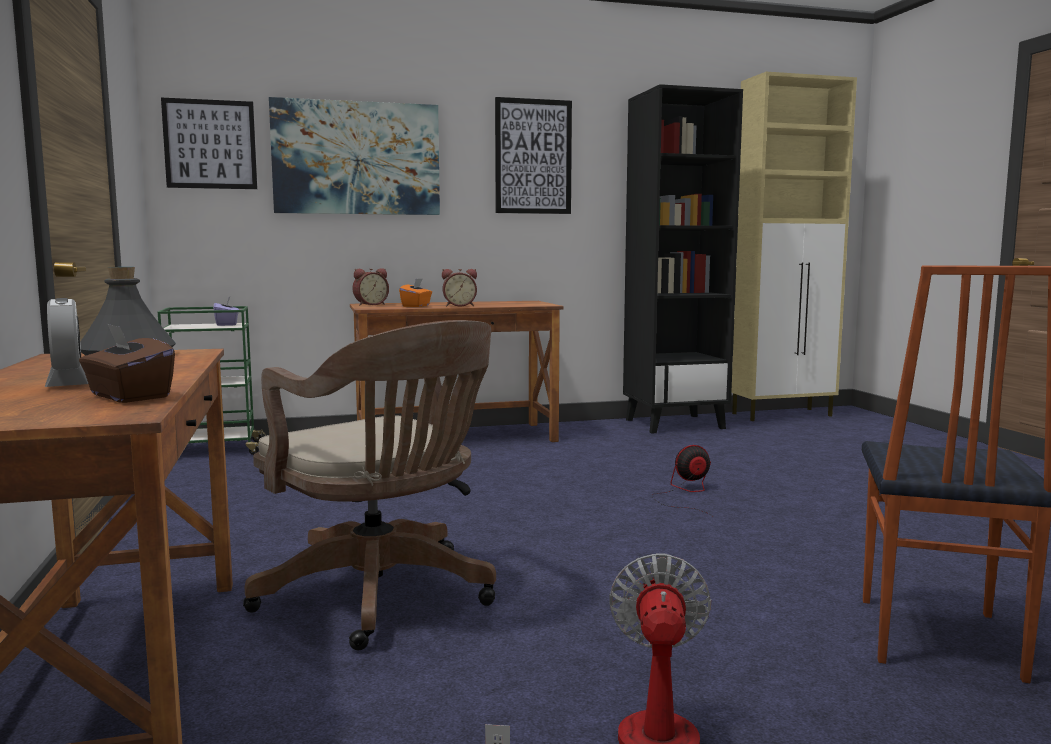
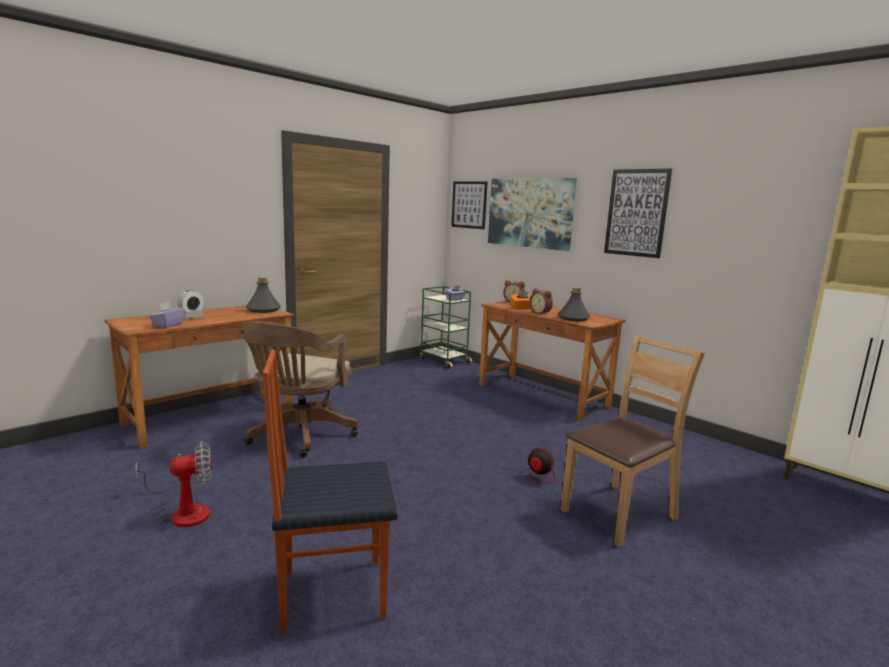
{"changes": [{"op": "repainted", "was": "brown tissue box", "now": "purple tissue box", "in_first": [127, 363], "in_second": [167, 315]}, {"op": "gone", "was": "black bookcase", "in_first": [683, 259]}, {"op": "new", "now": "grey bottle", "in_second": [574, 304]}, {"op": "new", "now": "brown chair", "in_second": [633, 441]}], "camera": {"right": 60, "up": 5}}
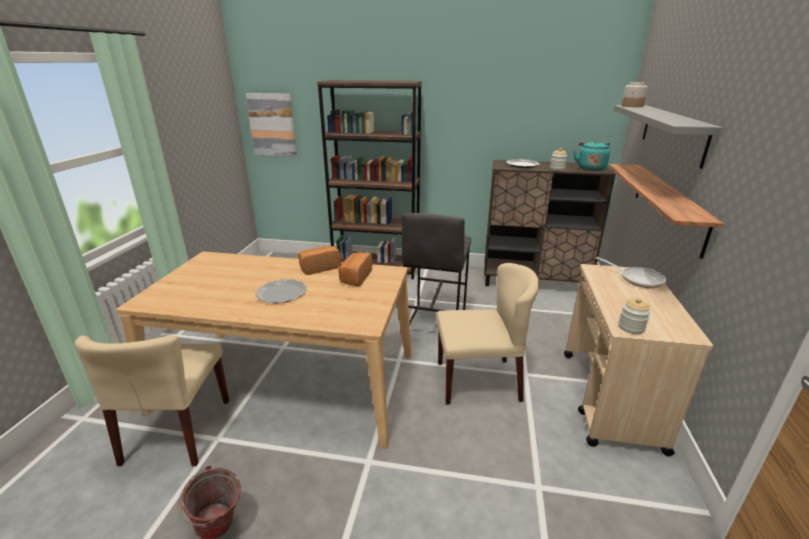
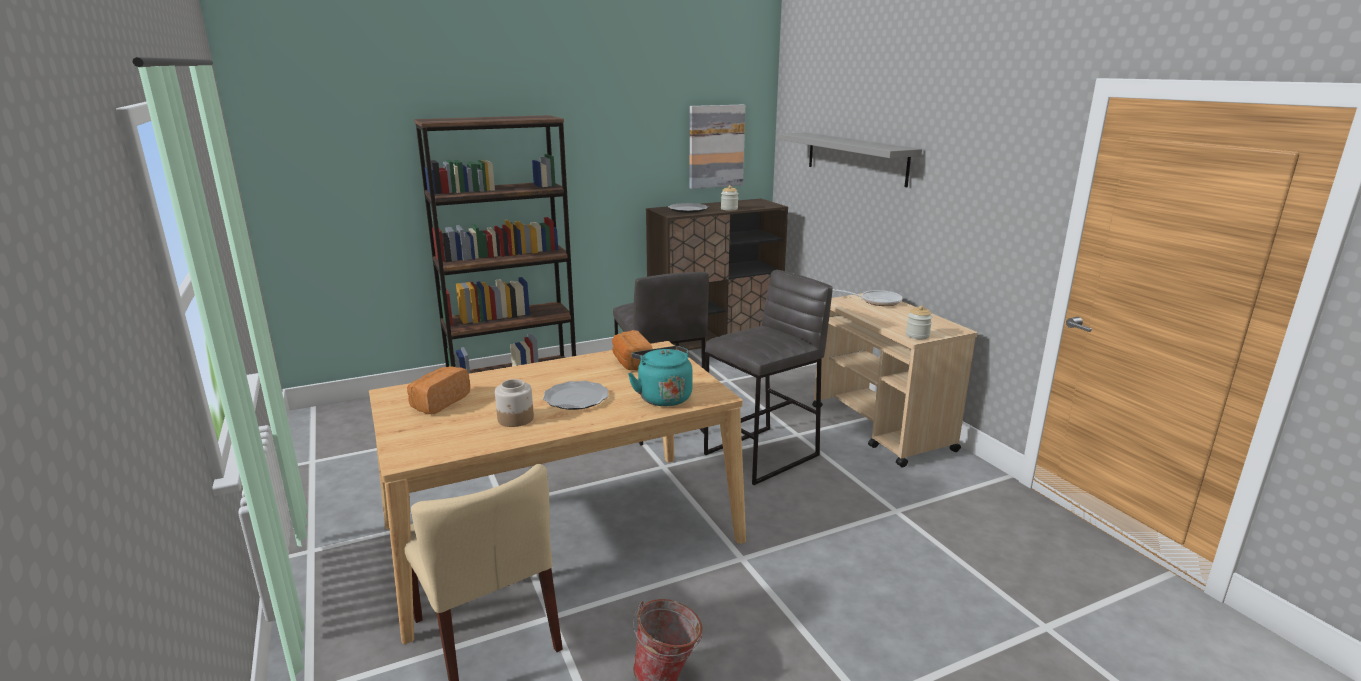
{"changes": [{"op": "shifted", "was": "picture", "in_first": [271, 125], "in_second": [717, 147]}, {"op": "shifted", "was": "bread", "in_first": [319, 260], "in_second": [438, 390]}, {"op": "swapped", "was": "beige chair", "now": "grey stool", "in_first": [487, 333], "in_second": [768, 377]}, {"op": "shifted", "was": "turquoise kettle", "in_first": [591, 156], "in_second": [660, 376]}, {"op": "gone", "was": "shelf", "in_first": [666, 211]}, {"op": "shifted", "was": "jar", "in_first": [635, 94], "in_second": [514, 403]}], "camera": {"right": -35, "up": -5}}
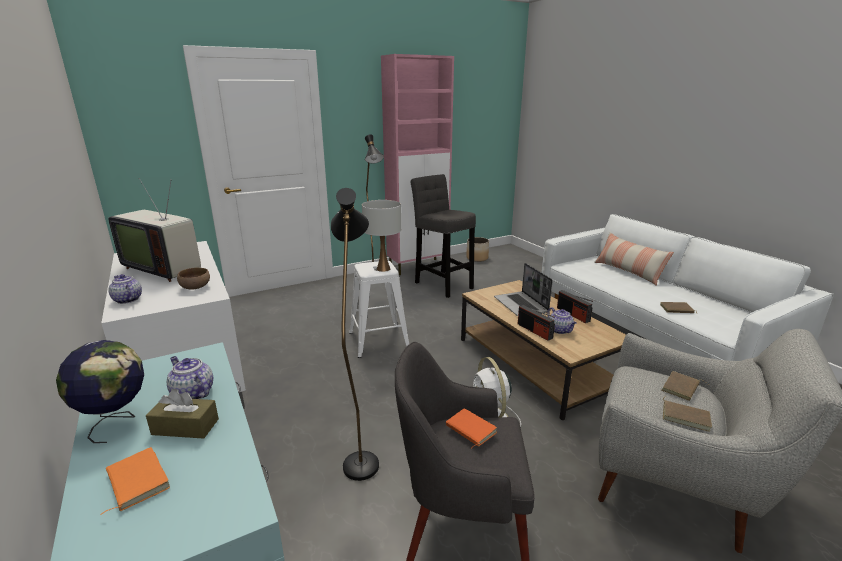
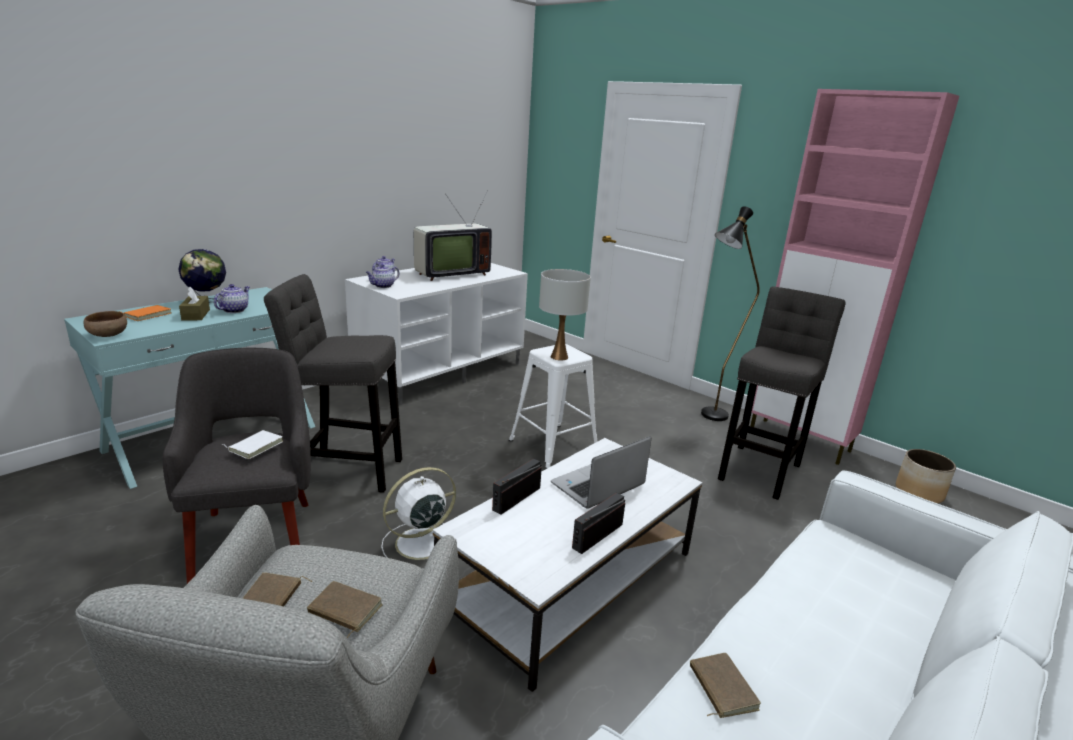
{"changes": [{"op": "rotated", "was": "television", "in_first": [155, 230], "in_second": [453, 236], "clockwise": -135}, {"op": "shifted", "was": "brown bowl", "in_first": [193, 279], "in_second": [105, 324]}, {"op": "swapped", "was": "black floor lamp", "now": "grey stool", "in_first": [355, 334], "in_second": [333, 383]}, {"op": "repainted", "was": "orange book", "now": "white book", "in_first": [471, 428], "in_second": [252, 444]}, {"op": "repainted", "was": "brown coffee table", "now": "white coffee table", "in_first": [543, 350], "in_second": [568, 565]}, {"op": "shifted", "was": "teapot", "in_first": [562, 320], "in_second": [383, 276]}, {"op": "gone", "was": "pillow", "in_first": [634, 259]}], "camera": {"right": 70, "up": 0}}
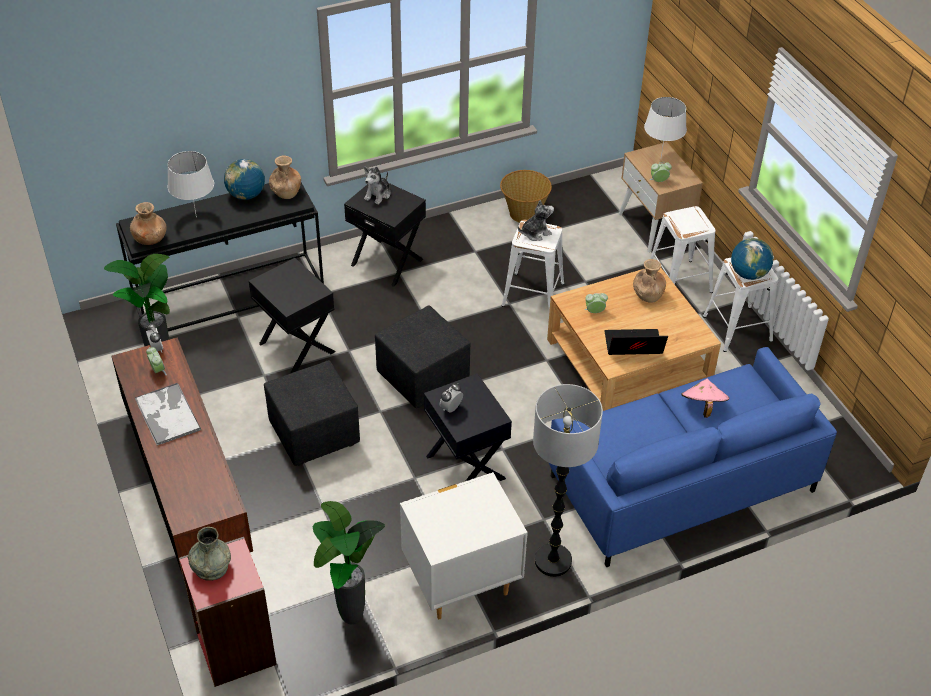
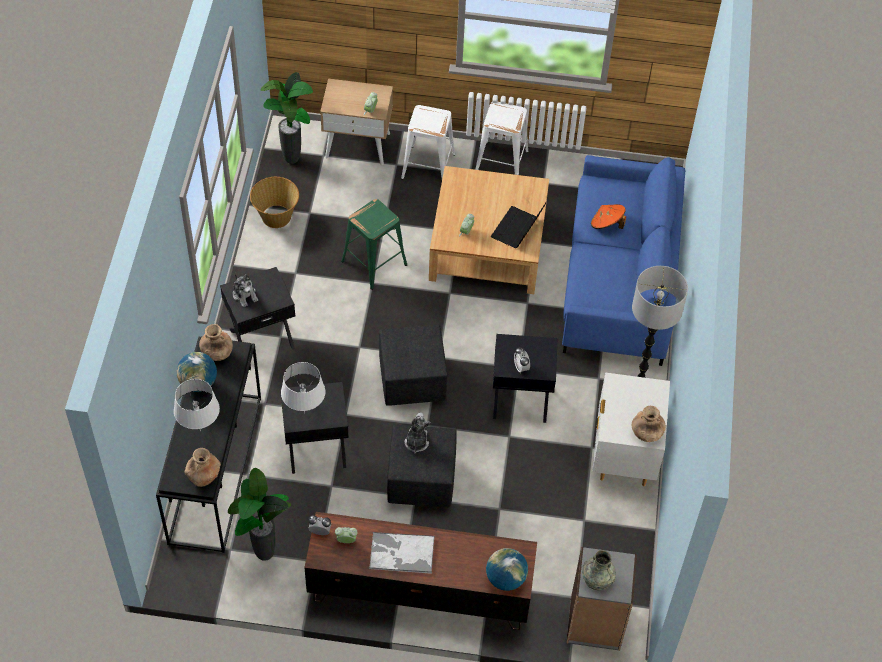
{"changes": [{"op": "repainted", "was": "red bookcase", "now": "grey bookcase", "in_first": [228, 612], "in_second": [601, 599]}, {"op": "shifted", "was": "potted plant", "in_first": [349, 562], "in_second": [286, 118]}, {"op": "repainted", "was": "white stool", "now": "green stool", "in_first": [533, 265], "in_second": [374, 244]}, {"op": "shifted", "was": "plush toy", "in_first": [536, 220], "in_second": [418, 433]}, {"op": "shifted", "was": "brown vase", "in_first": [649, 281], "in_second": [649, 424]}, {"op": "shifted", "was": "white table lamp", "in_first": [665, 127], "in_second": [303, 387]}, {"op": "repainted", "was": "pink hat", "now": "orange hat", "in_first": [705, 398], "in_second": [608, 216]}, {"op": "shifted", "was": "globe", "in_first": [752, 259], "in_second": [507, 569]}], "camera": {"right": -60, "up": 10}}
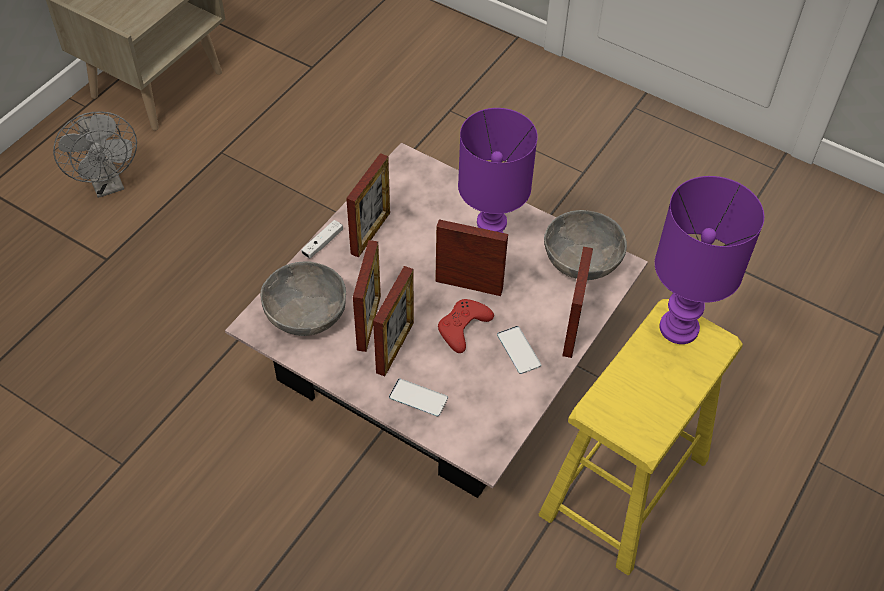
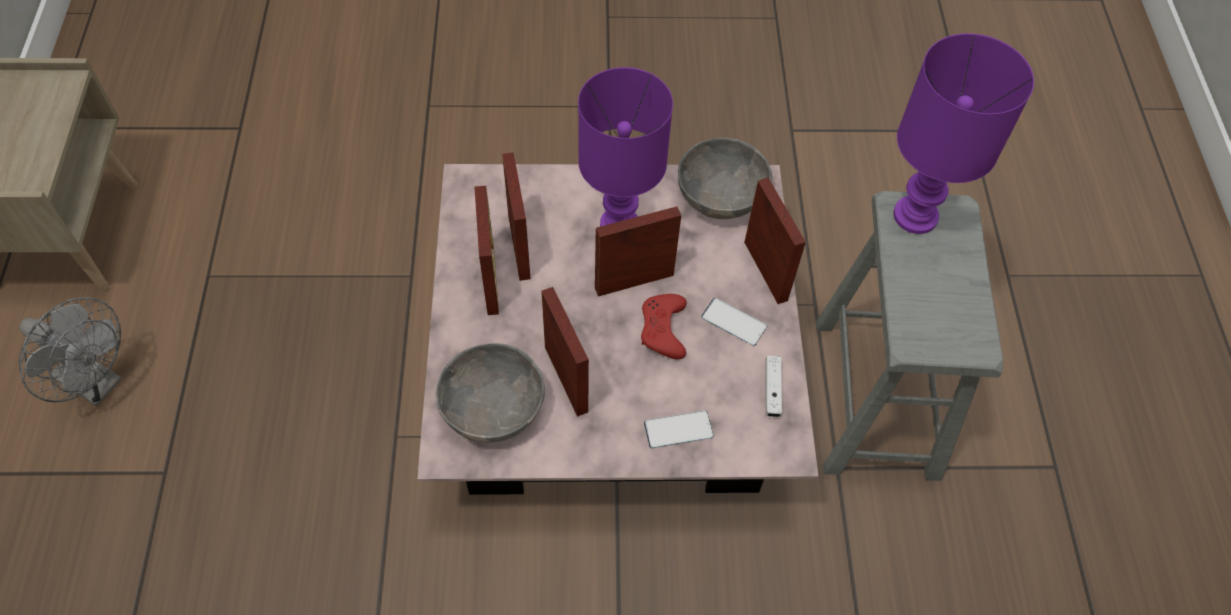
{"changes": [{"op": "shifted", "was": "white game controller", "in_first": [322, 239], "in_second": [773, 386]}, {"op": "shifted", "was": "picture frame", "in_first": [393, 321], "in_second": [516, 216]}, {"op": "repainted", "was": "yellow stool", "now": "grey stool", "in_first": [641, 437], "in_second": [909, 336]}], "camera": {"right": -35, "up": 5}}
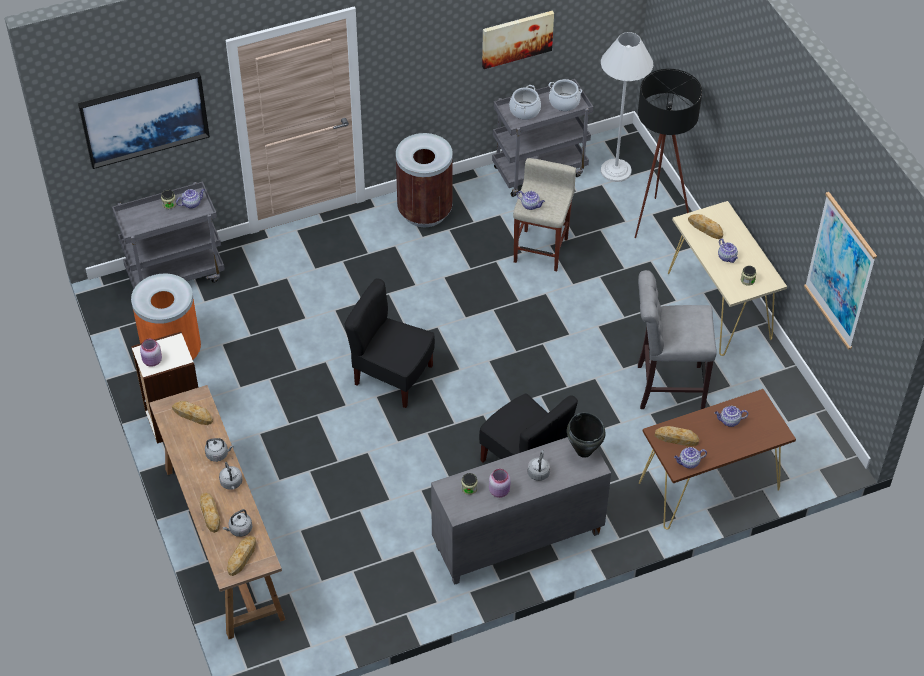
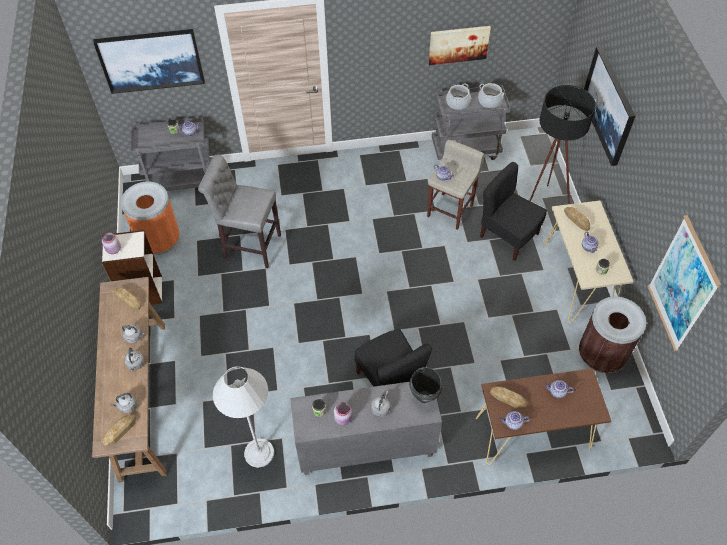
{"changes": [{"op": "gone", "was": "bread", "in_first": [210, 513]}, {"op": "shifted", "was": "black chair", "in_first": [389, 343], "in_second": [513, 211]}, {"op": "shifted", "was": "brown trash can", "in_first": [424, 180], "in_second": [612, 334]}, {"op": "shifted", "was": "white floor lamp", "in_first": [627, 107], "in_second": [243, 417]}, {"op": "shifted", "was": "grey stool", "in_first": [677, 339], "in_second": [239, 211]}, {"op": "new", "now": "picture", "in_second": [609, 106]}], "camera": {"right": 15, "up": 5}}
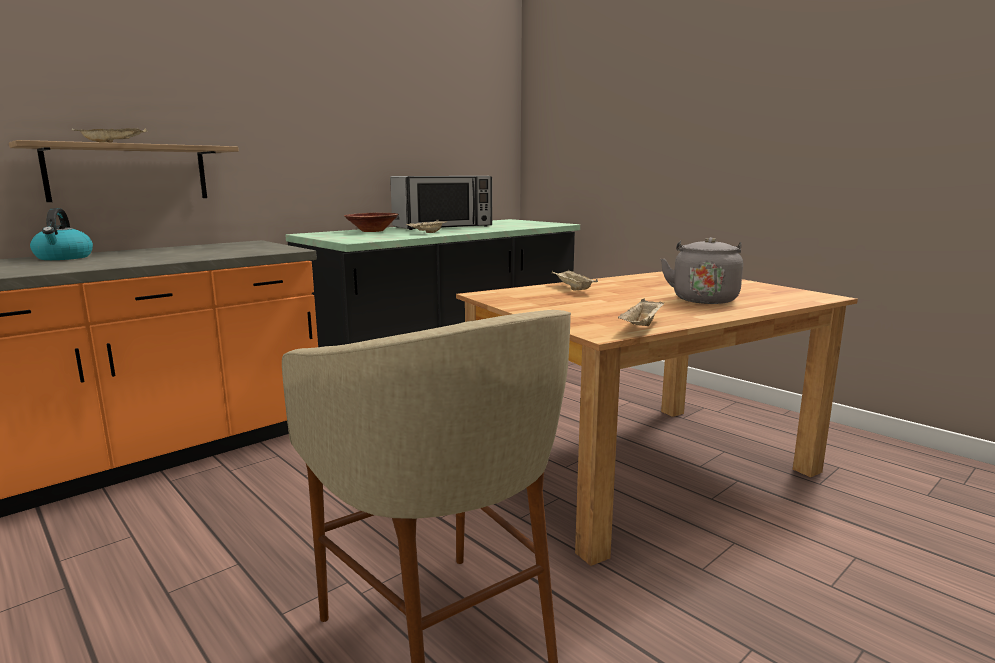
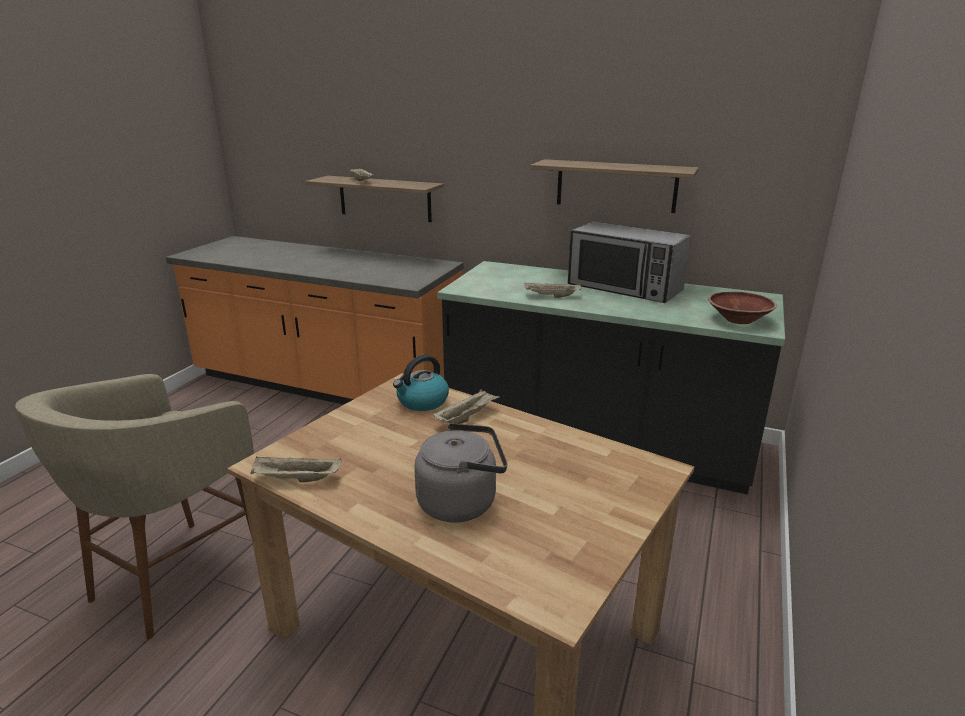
{"changes": [{"op": "shifted", "was": "kettle", "in_first": [61, 234], "in_second": [421, 383]}, {"op": "shifted", "was": "brown bowl", "in_first": [371, 222], "in_second": [742, 307]}, {"op": "new", "now": "shelf", "in_second": [614, 186]}], "camera": {"right": 65, "up": 10}}
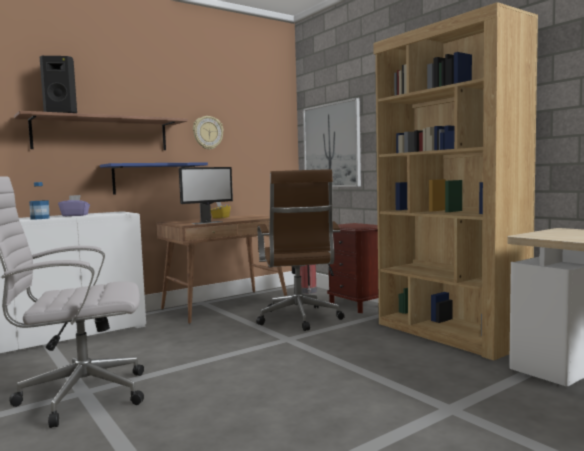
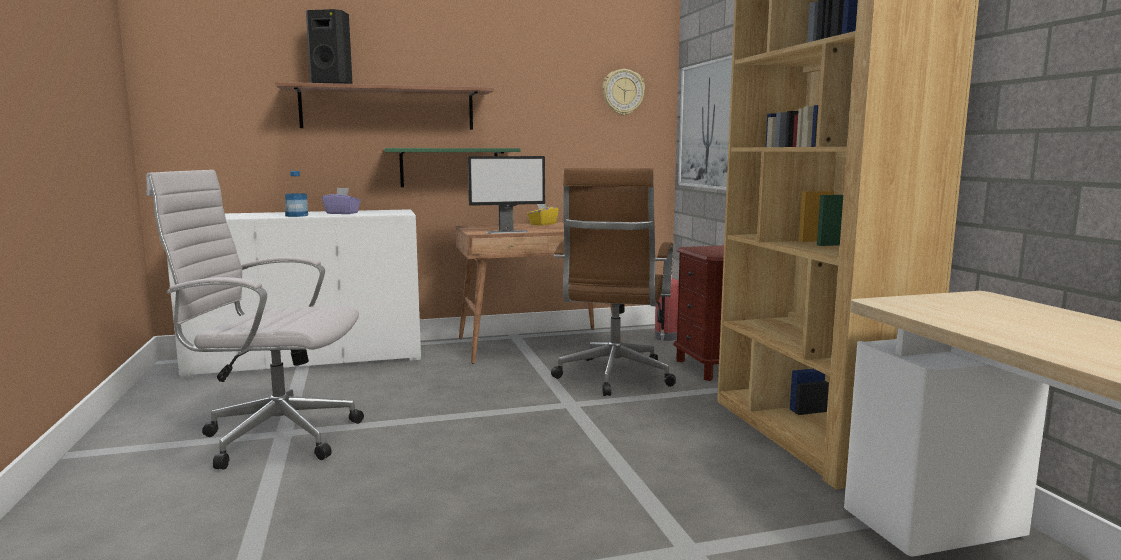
{"changes": [{"op": "repainted", "was": "blue shelf", "now": "green shelf", "in_first": [154, 178], "in_second": [452, 167]}, {"op": "shifted", "was": "wall clock", "in_first": [208, 133], "in_second": [624, 92]}], "camera": {"right": 20, "up": 5}}
